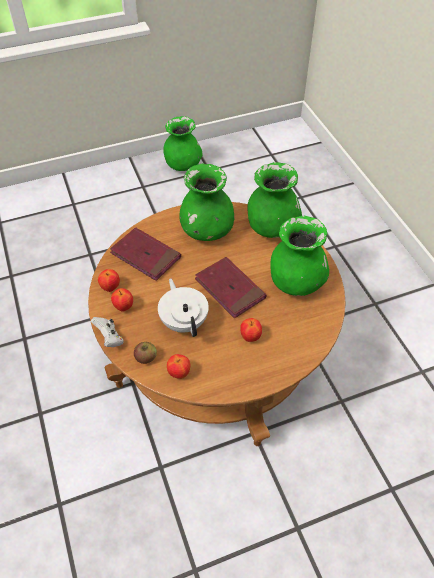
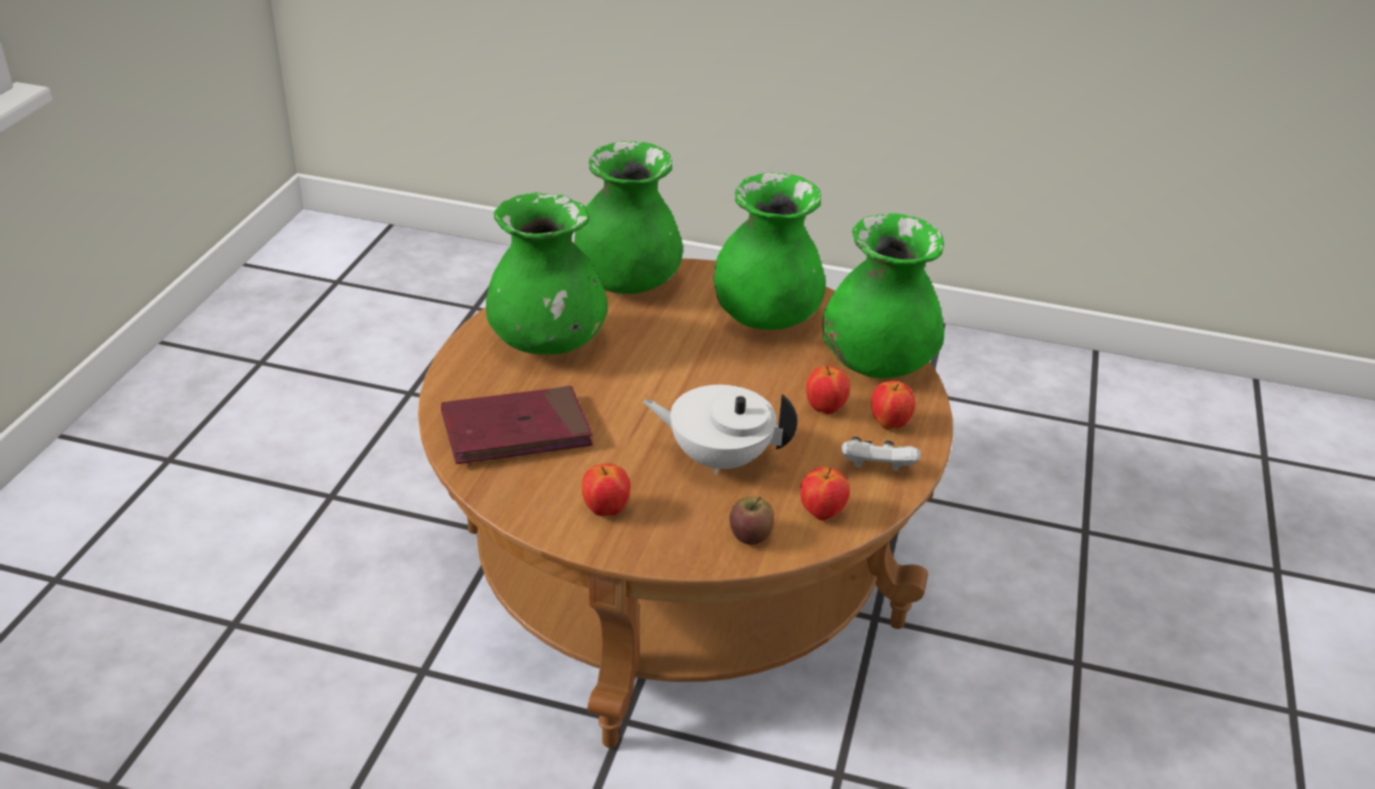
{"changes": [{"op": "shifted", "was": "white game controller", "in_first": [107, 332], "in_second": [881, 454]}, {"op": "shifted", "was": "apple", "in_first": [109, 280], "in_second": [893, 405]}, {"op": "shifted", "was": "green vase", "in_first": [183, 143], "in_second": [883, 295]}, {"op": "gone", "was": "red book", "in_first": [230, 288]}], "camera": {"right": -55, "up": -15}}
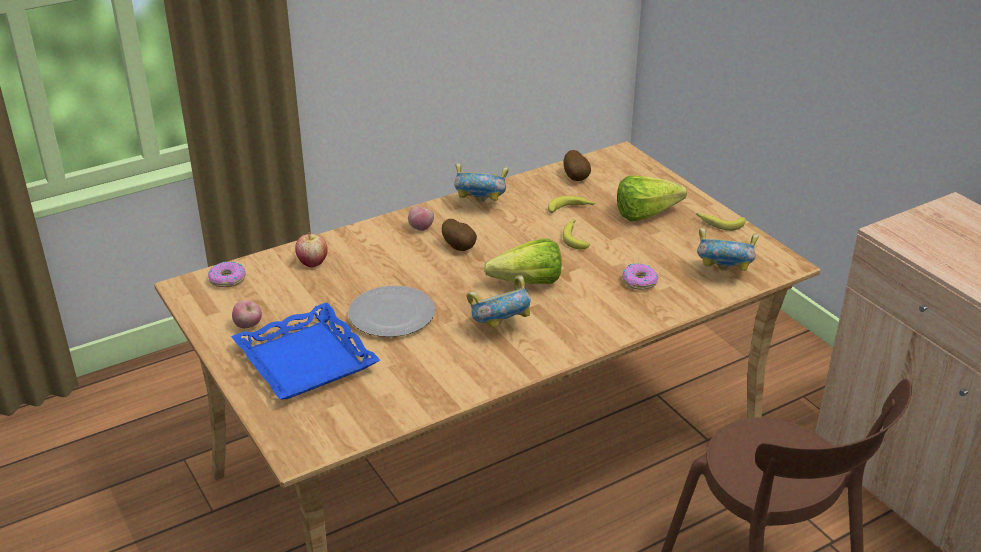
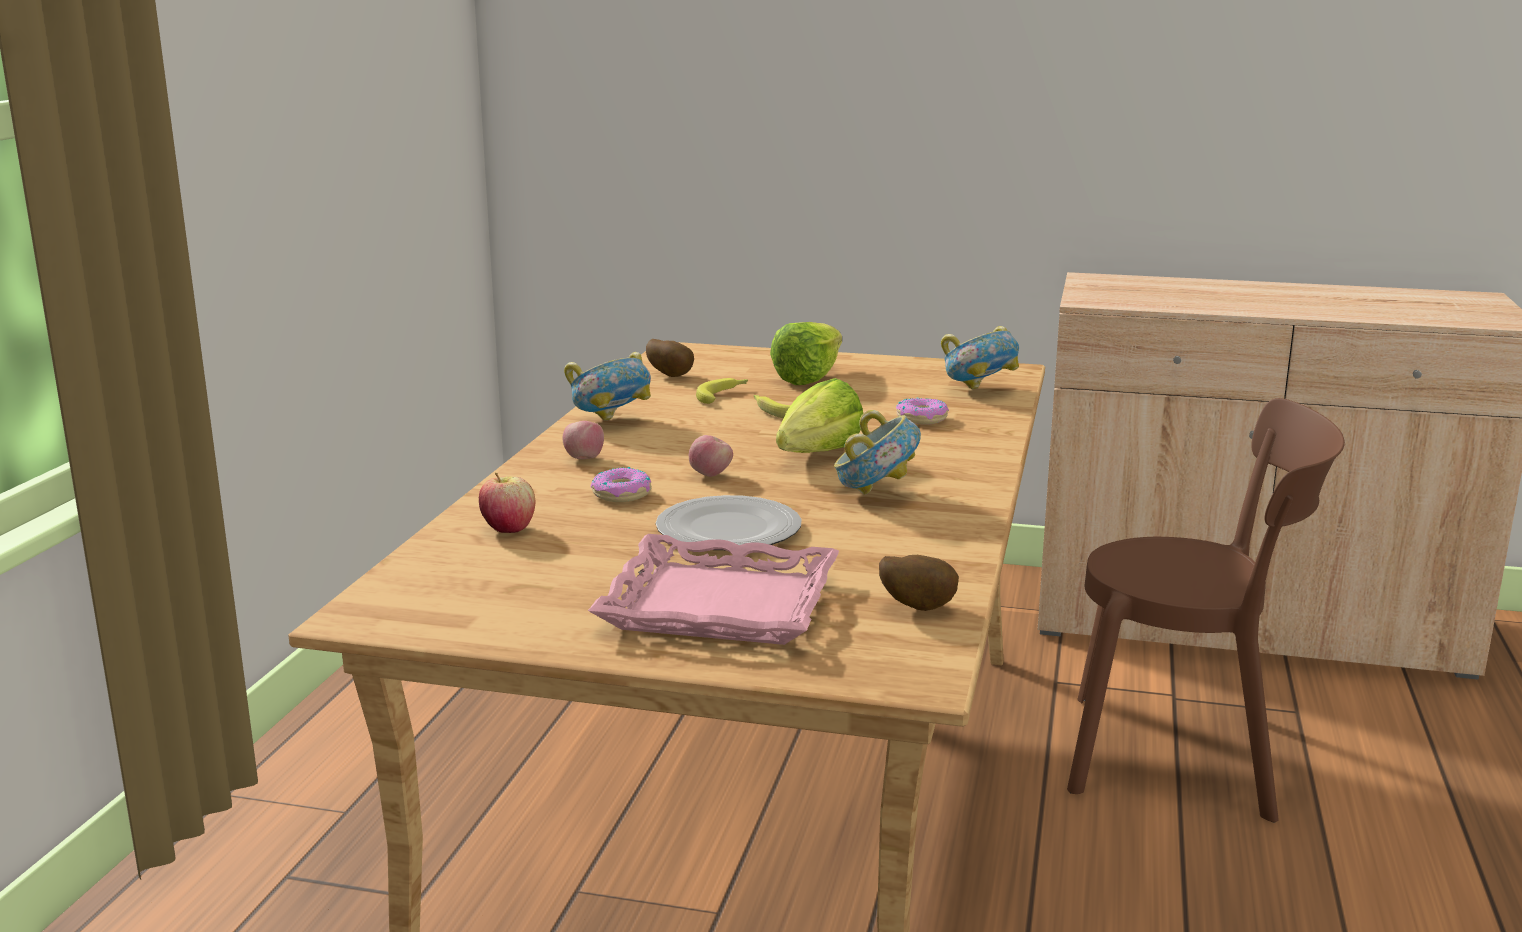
{"changes": [{"op": "shifted", "was": "donut", "in_first": [227, 274], "in_second": [621, 484]}, {"op": "repainted", "was": "blue tray", "now": "pink tray", "in_first": [305, 350], "in_second": [713, 589]}, {"op": "shifted", "was": "apple", "in_first": [247, 314], "in_second": [711, 456]}, {"op": "shifted", "was": "potato", "in_first": [459, 235], "in_second": [919, 583]}, {"op": "gone", "was": "banana", "in_first": [721, 222]}], "camera": {"right": -45, "up": -15}}
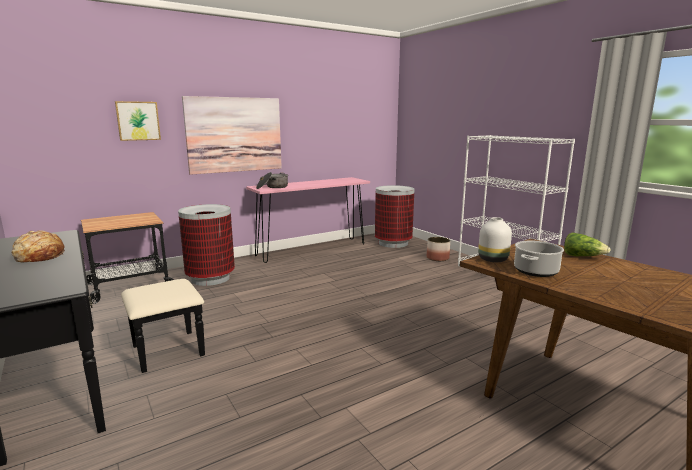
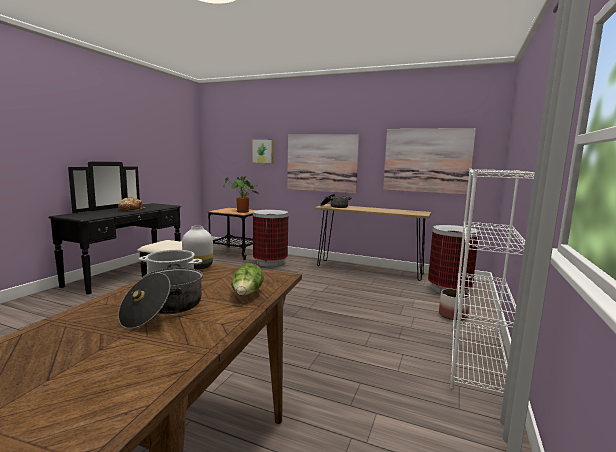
{"changes": [{"op": "repainted", "was": "pink console table", "now": "brown console table", "in_first": [308, 220], "in_second": [373, 242]}, {"op": "new", "now": "cooking pot", "in_second": [160, 296]}, {"op": "new", "now": "potted plant", "in_second": [241, 194]}, {"op": "new", "now": "picture", "in_second": [429, 161]}], "camera": {"right": 55, "up": -5}}
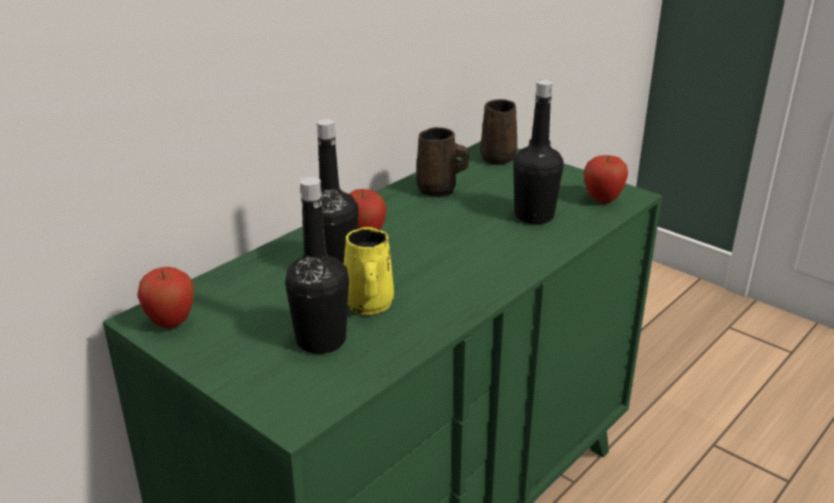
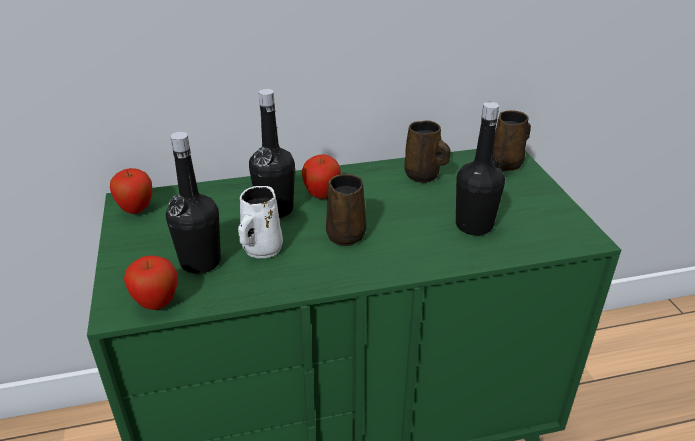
{"changes": [{"op": "repainted", "was": "yellow mug", "now": "white mug", "in_first": [369, 271], "in_second": [260, 222]}, {"op": "shifted", "was": "apple", "in_first": [606, 179], "in_second": [151, 283]}, {"op": "new", "now": "brown mug", "in_second": [346, 210]}], "camera": {"right": 35, "up": 5}}
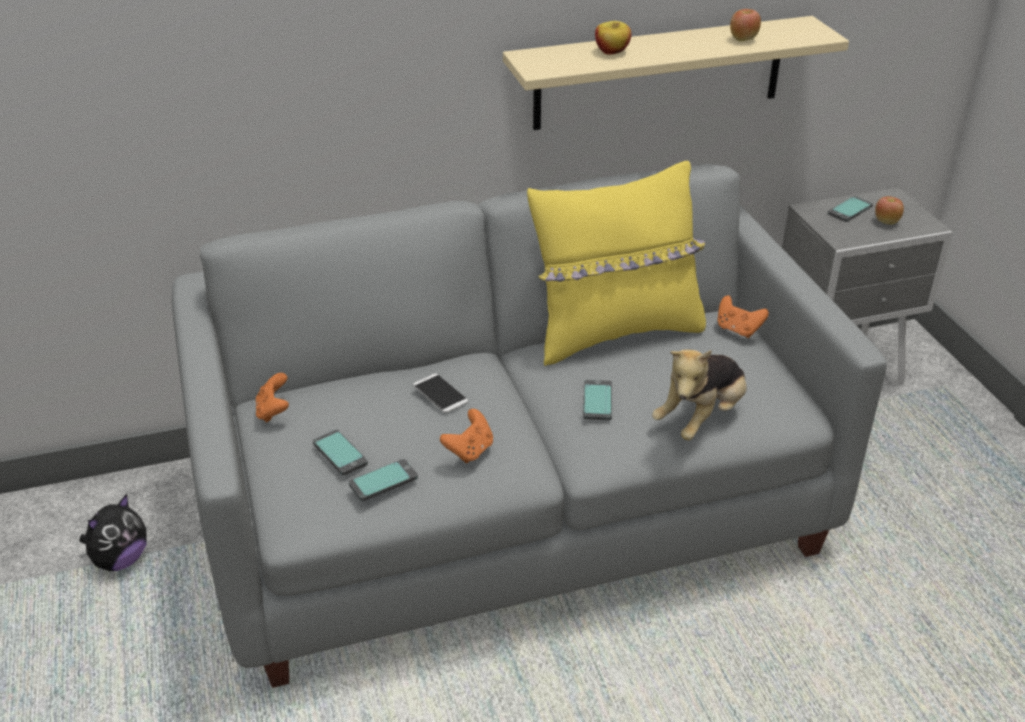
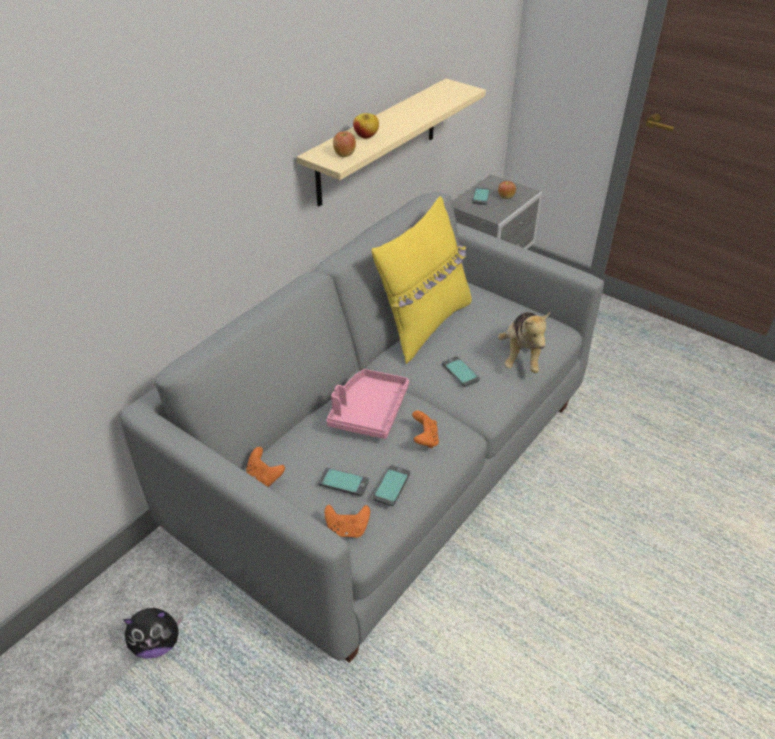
{"changes": [{"op": "rotated", "was": "plush toy", "in_first": [112, 532], "in_second": [152, 633], "clockwise": 75}, {"op": "swapped", "was": "phone", "now": "pink tray", "in_first": [440, 393], "in_second": [367, 404]}, {"op": "shifted", "was": "orange game controller", "in_first": [743, 316], "in_second": [347, 521]}, {"op": "shifted", "was": "apple", "in_first": [745, 25], "in_second": [344, 145]}], "camera": {"right": -35, "up": 5}}
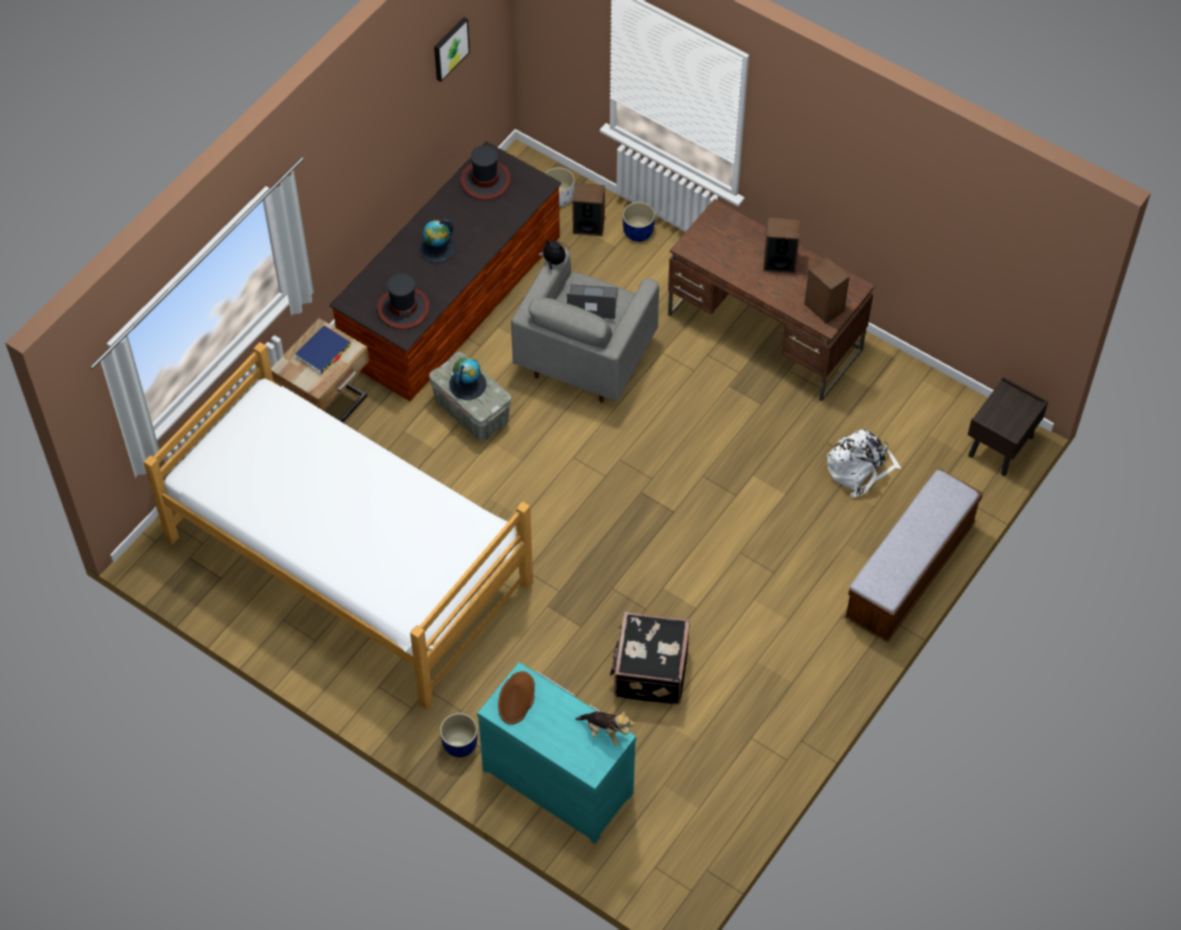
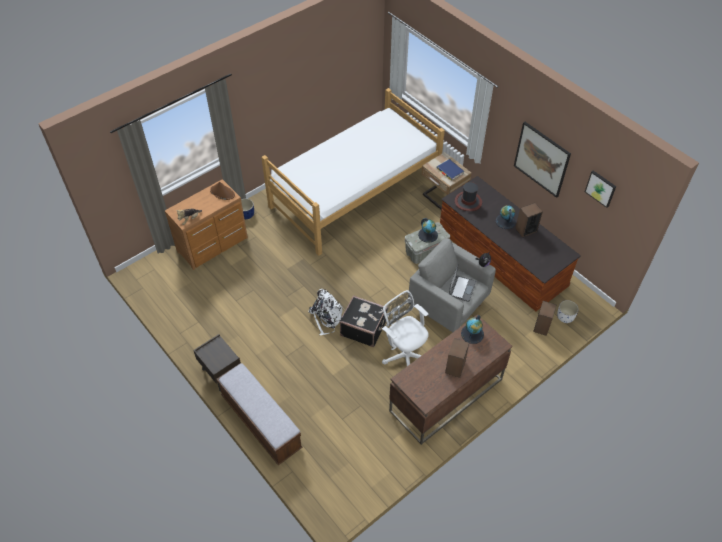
{"changes": [{"op": "gone", "was": "hat", "in_first": [485, 172]}, {"op": "repainted", "was": "turquoise dresser", "now": "brown dresser", "in_first": [556, 753], "in_second": [206, 224]}, {"op": "shifted", "was": "black suitcase", "in_first": [650, 658], "in_second": [363, 321]}, {"op": "gone", "was": "blue planter", "in_first": [638, 222]}, {"op": "shifted", "was": "speaker", "in_first": [826, 290], "in_second": [528, 220]}, {"op": "shifted", "was": "white backpack", "in_first": [864, 463], "in_second": [326, 312]}, {"op": "shifted", "was": "brown nightstand", "in_first": [1008, 426], "in_second": [217, 363]}, {"op": "new", "now": "white office chair", "in_second": [405, 328]}, {"op": "new", "now": "globe", "in_second": [472, 329]}, {"op": "new", "now": "picture", "in_second": [542, 160]}], "camera": {"right": 105, "up": -5}}
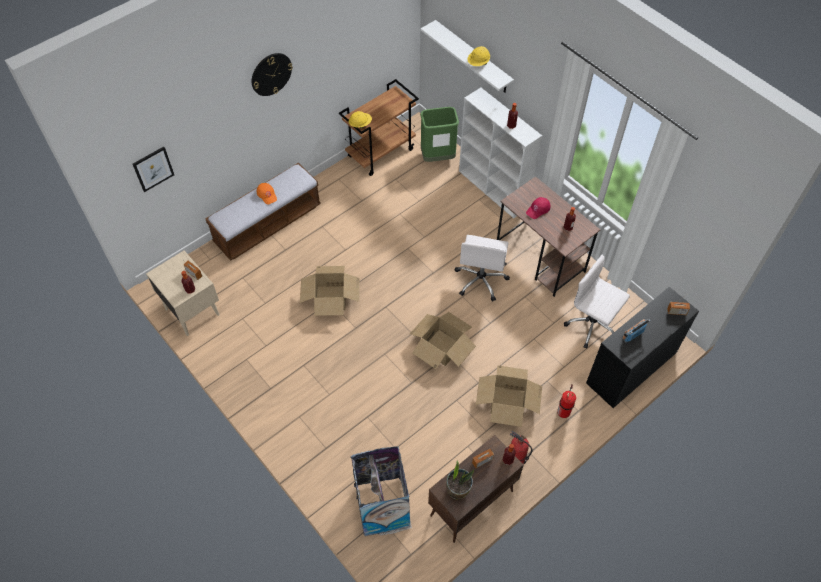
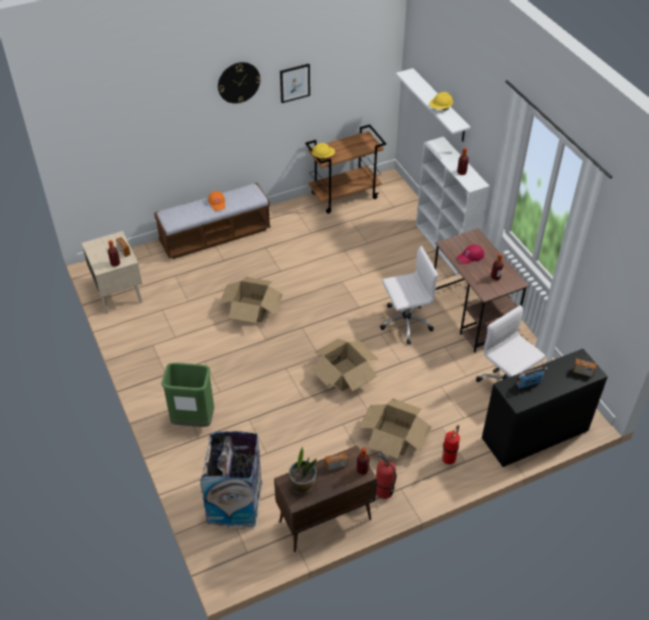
{"changes": [{"op": "shifted", "was": "picture", "in_first": [153, 169], "in_second": [295, 83]}, {"op": "shifted", "was": "green trash can", "in_first": [439, 134], "in_second": [187, 395]}, {"op": "rotated", "was": "white office chair", "in_first": [482, 268], "in_second": [409, 295], "clockwise": -135}], "camera": {"right": 15, "up": -10}}
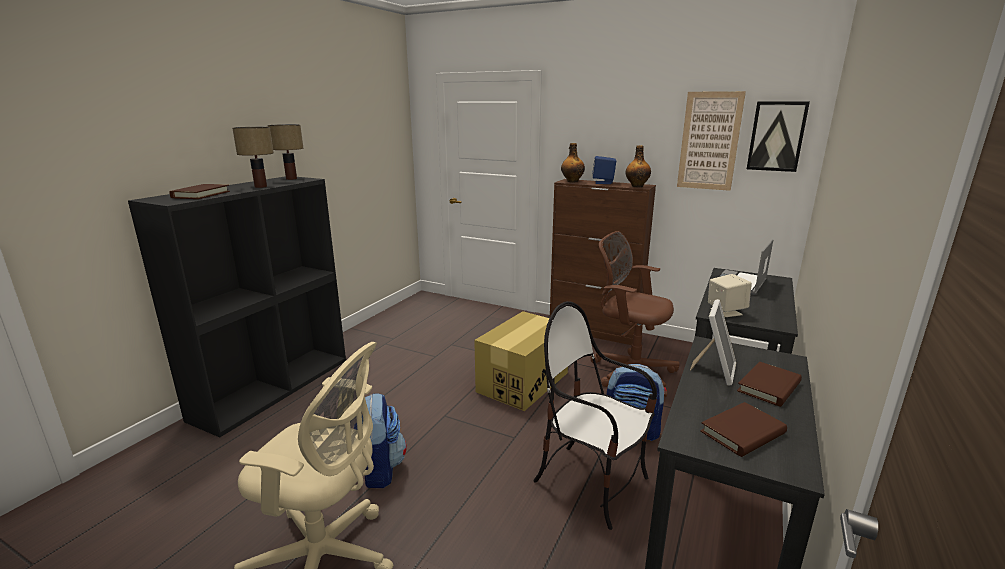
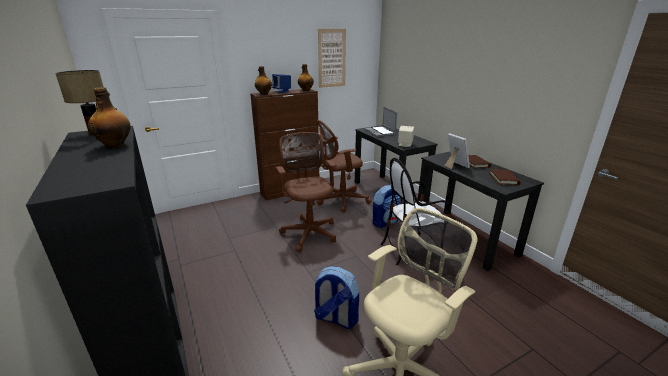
{"changes": [{"op": "gone", "was": "brown book", "in_first": [199, 191]}, {"op": "swapped", "was": "table lamp", "now": "bottle", "in_first": [253, 157], "in_second": [109, 118]}, {"op": "swapped", "was": "cardboard box", "now": "brown office chair", "in_first": [521, 361], "in_second": [306, 192]}, {"op": "gone", "was": "picture", "in_first": [778, 136]}], "camera": {"right": -55, "up": 5}}
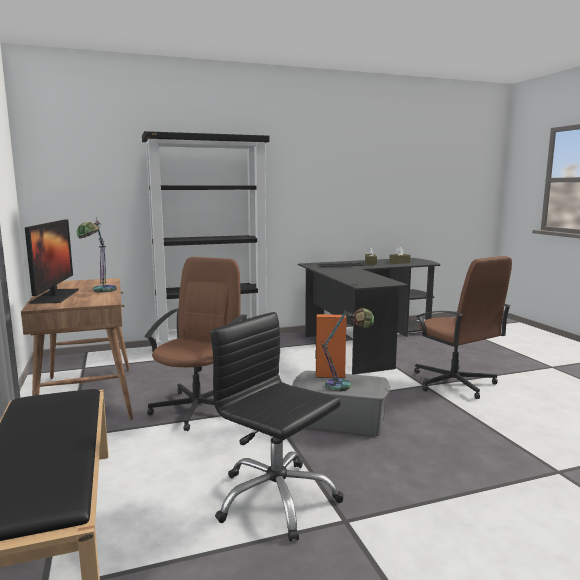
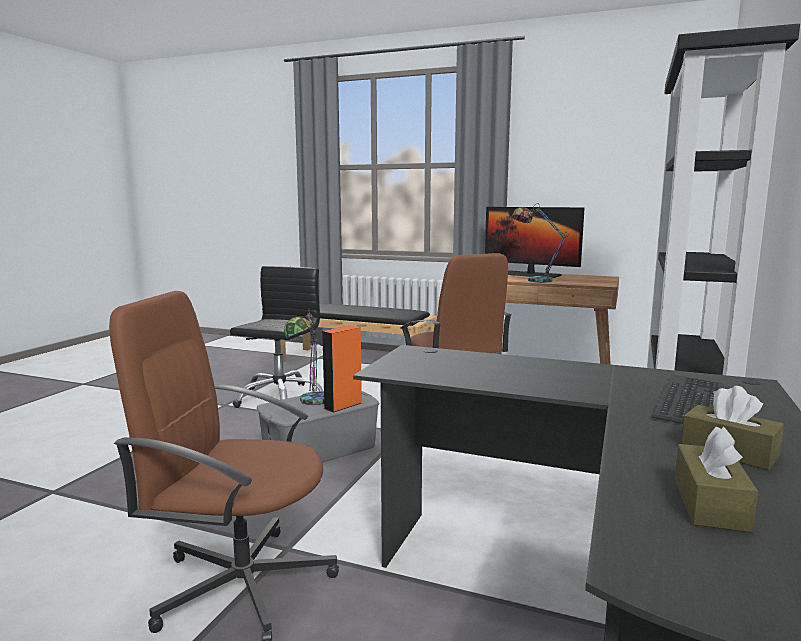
{"changes": [{"op": "rotated", "was": "black office chair", "in_first": [276, 427], "in_second": [276, 337], "clockwise": -60}], "camera": {"right": 130, "up": 0}}
